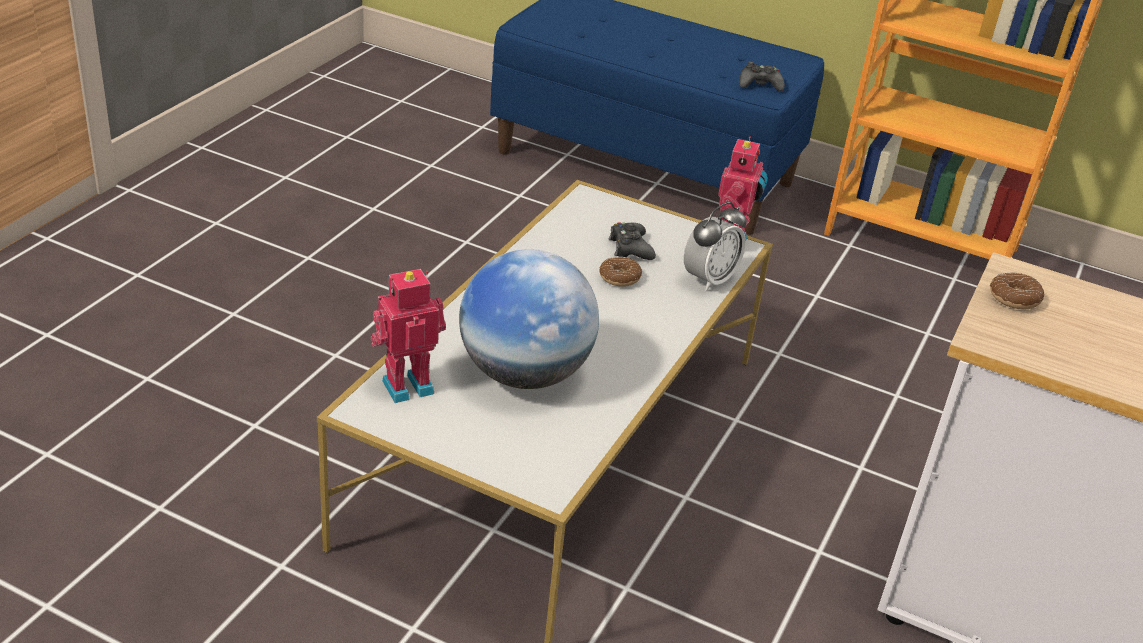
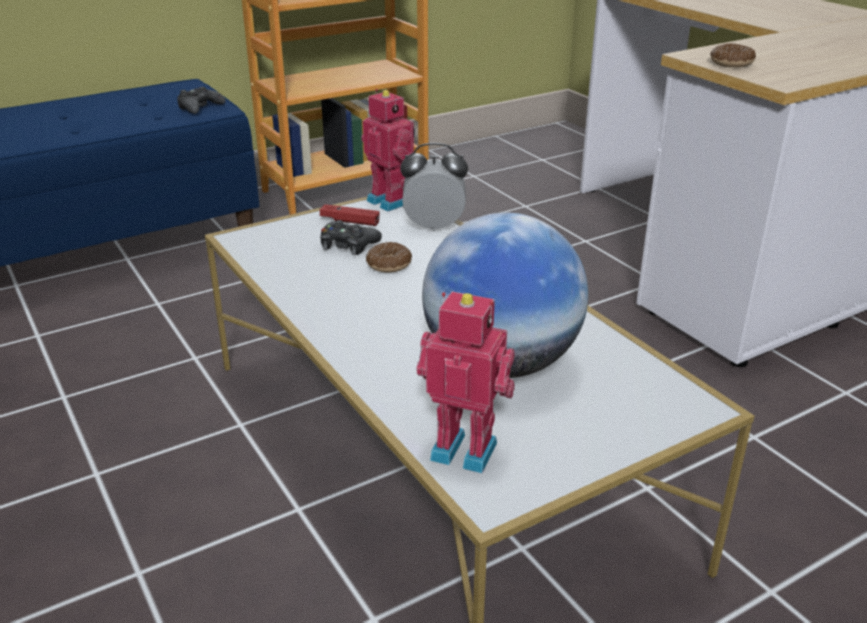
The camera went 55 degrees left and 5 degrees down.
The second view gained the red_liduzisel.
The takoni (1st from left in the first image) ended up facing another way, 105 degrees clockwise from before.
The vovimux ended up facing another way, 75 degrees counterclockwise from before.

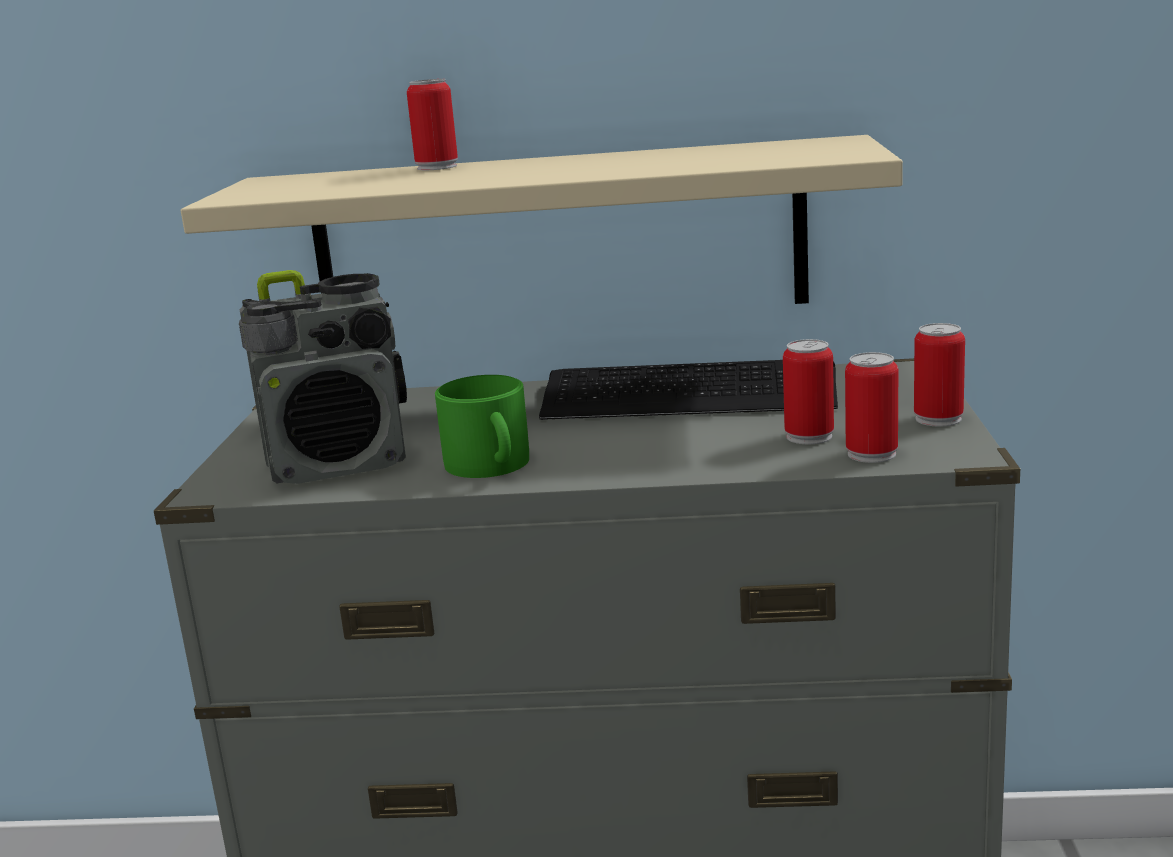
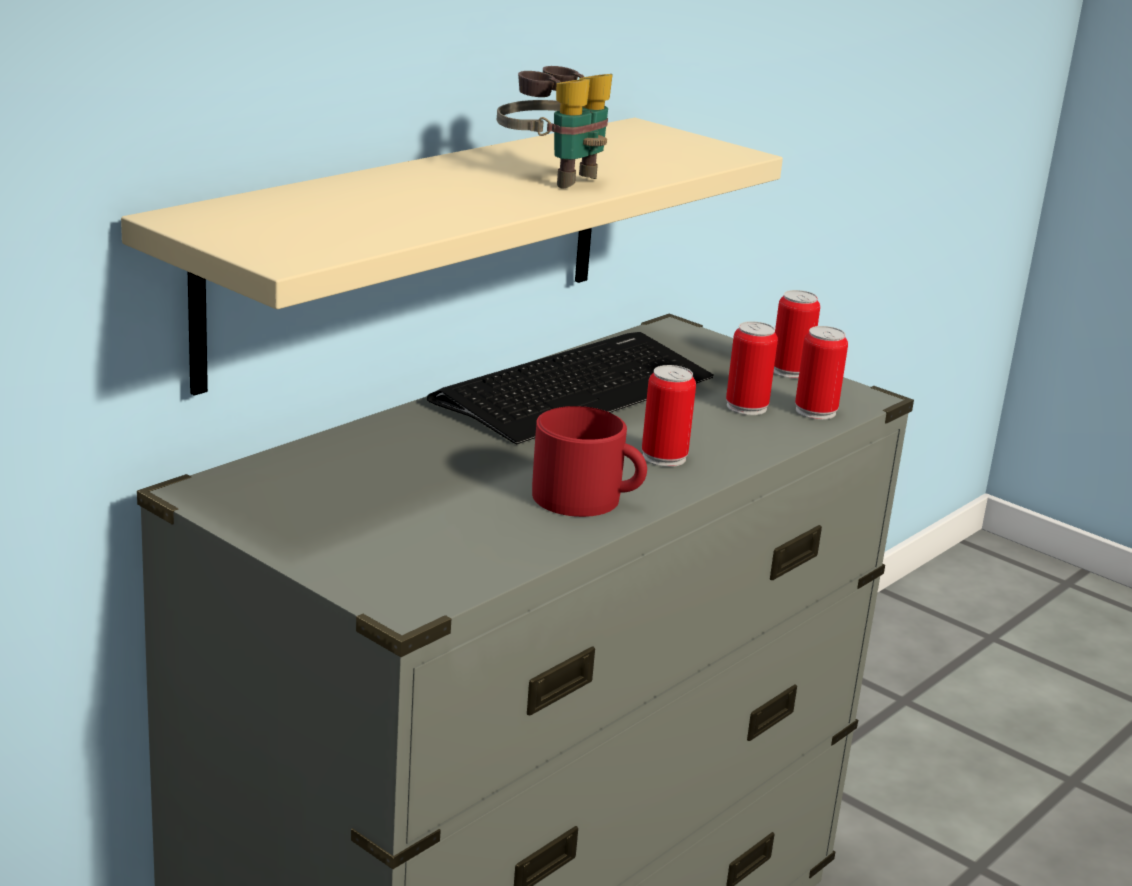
The camera went 55 degrees left and 5 degrees up.
The second view lost the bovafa.
The second view gained the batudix.
The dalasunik (1st from left) ended up elsewhere.
What was the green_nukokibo turned into the red_nukokibo.

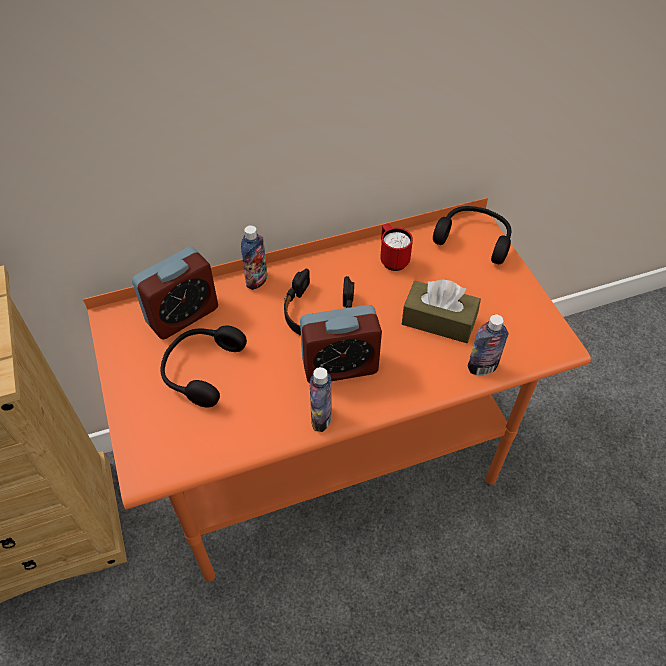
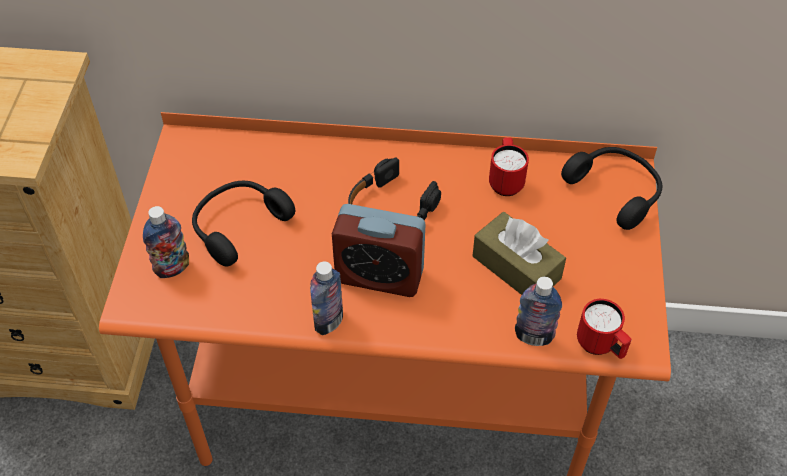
The camera went 25 degrees right and 0 degrees up.
The second view lost the vovimux (1st from left).
The second view gained the red_nukokibo (2nd from left).
The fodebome (1st from left) ended up elsewhere.

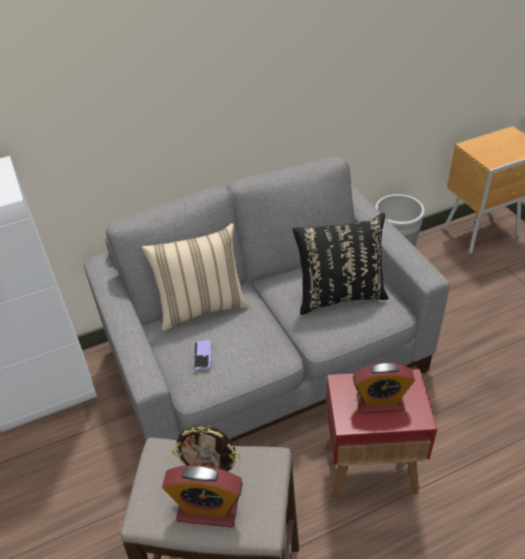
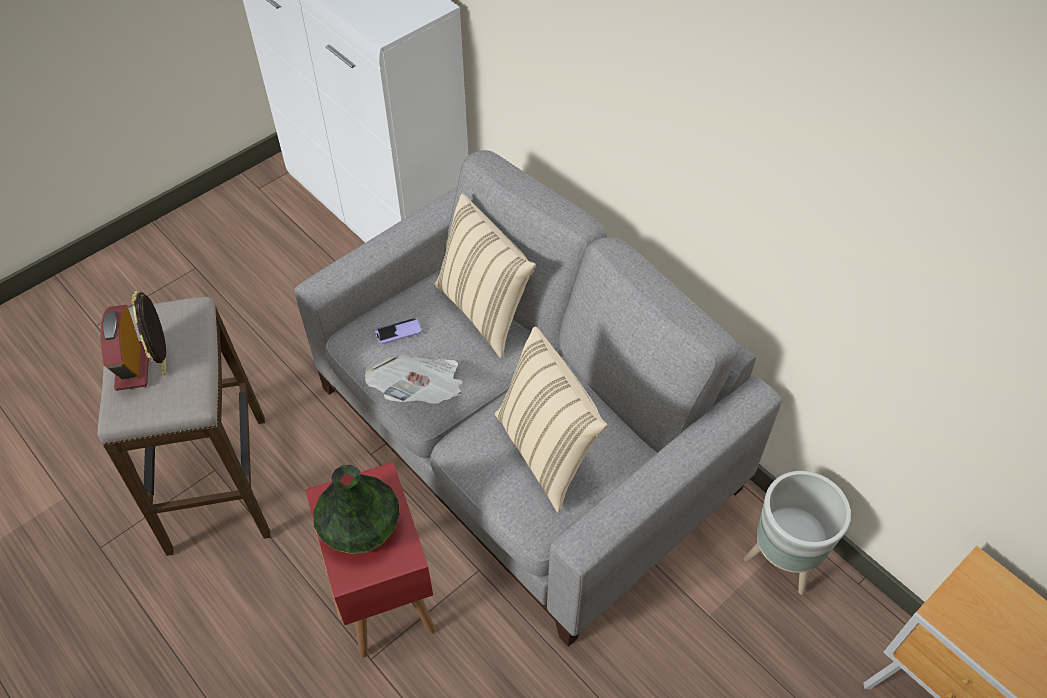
The camera went 70 degrees right and 10 degrees up.
The second view gained the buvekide.
Where the vovimux (2nd from left) stood, the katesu came to stand.
What was the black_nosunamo turned into the beige_nosunamo (2nd from left).

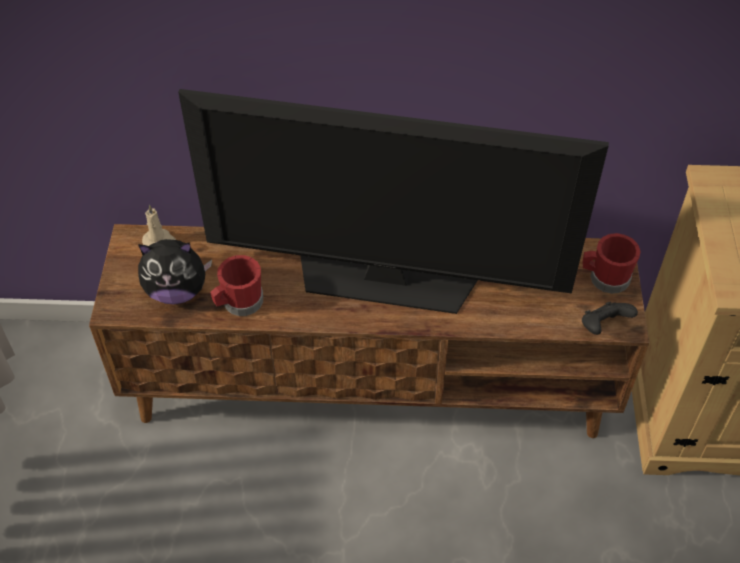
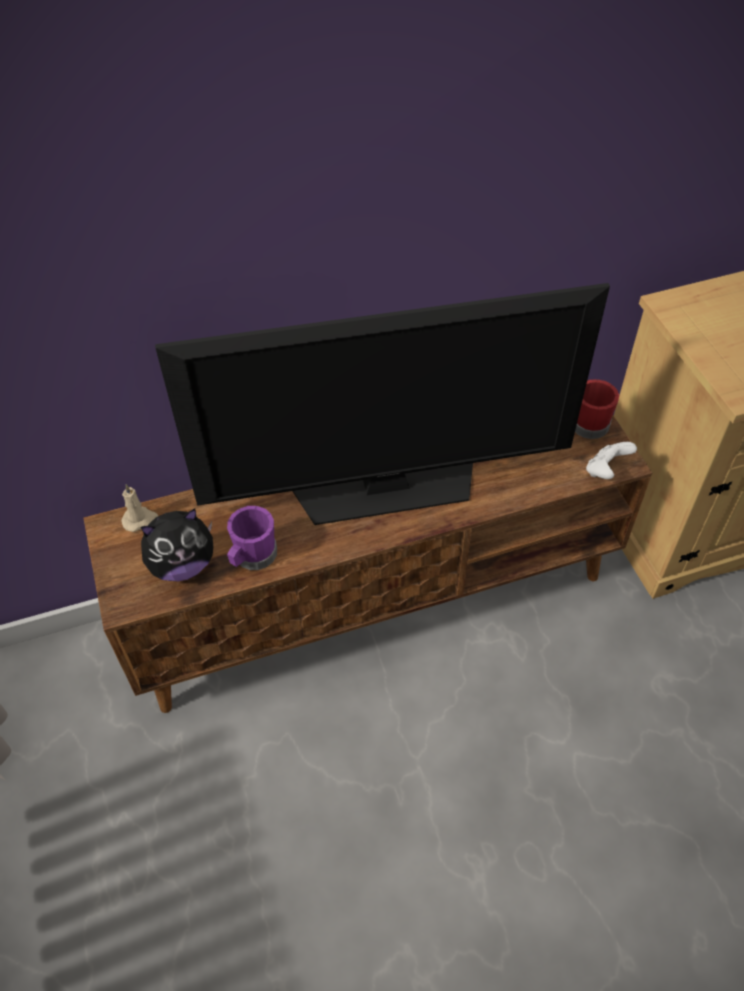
The camera went 20 degrees left and 0 degrees up.
What was the red_nukokibo (1st from left) turned into the purple_nukokibo.
What was the black_liduzisel turned into the white_liduzisel.

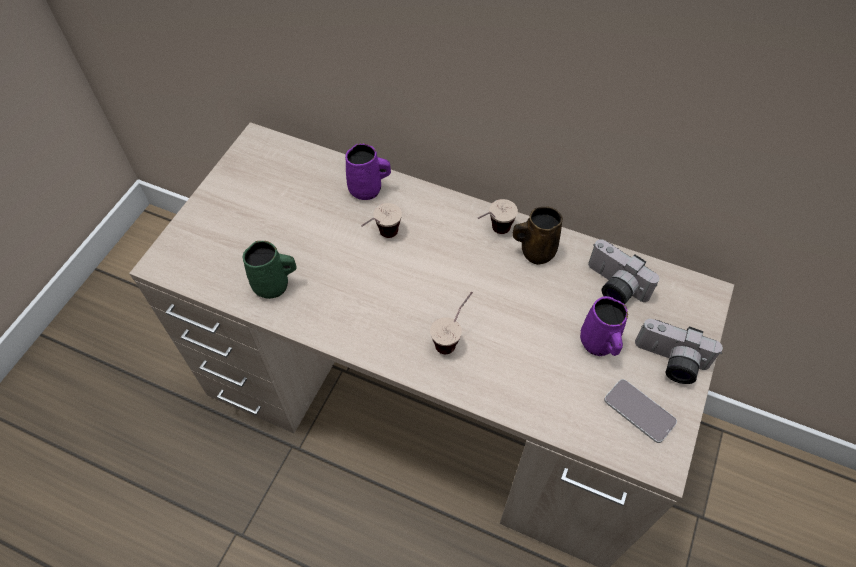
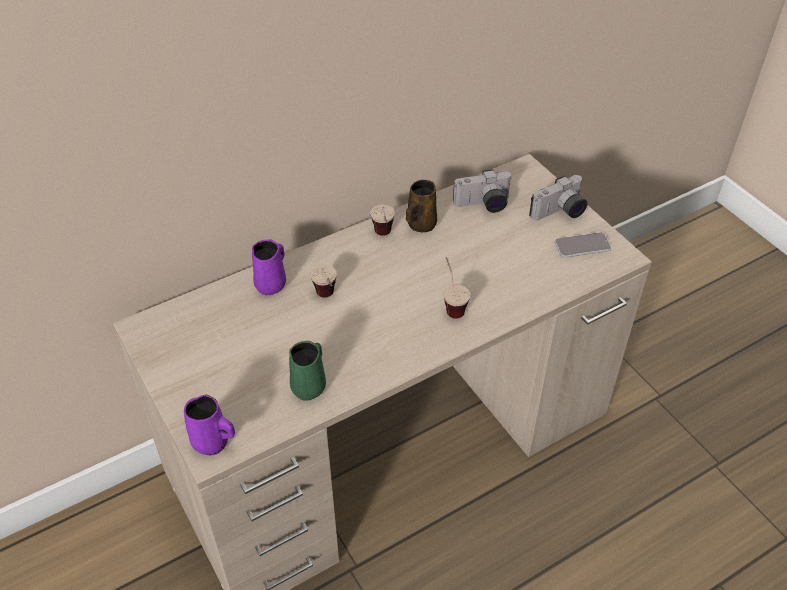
The camera went 55 degrees left and 10 degrees down.
The purple_nukokibo (2nd from left in the first image) ended up elsewhere.

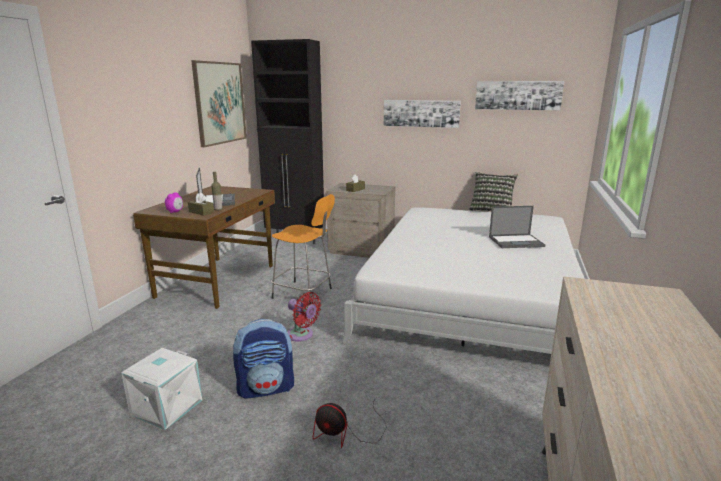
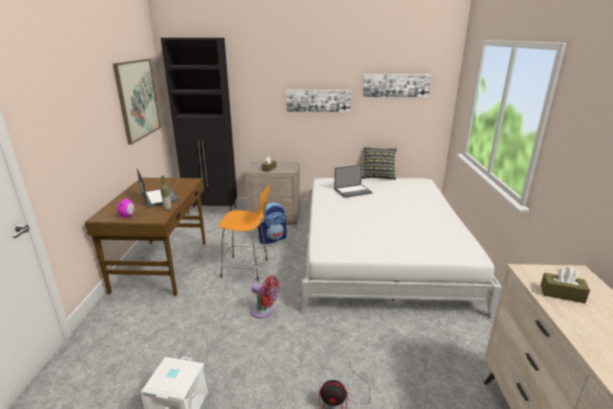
The camera went 15 degrees left and 5 degrees up.
The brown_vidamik (1st from left in the first image) ended up elsewhere.
The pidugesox ended up elsewhere.
The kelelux (2nd from left) ended up elsewhere.

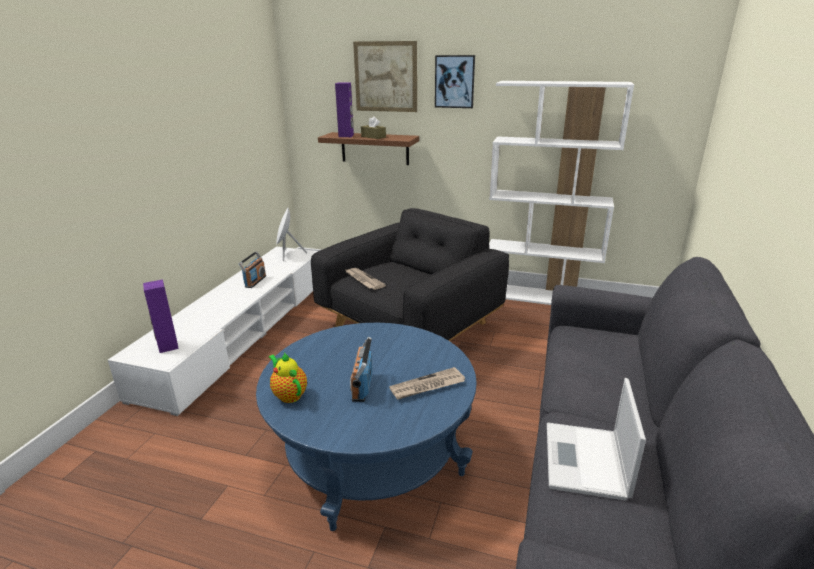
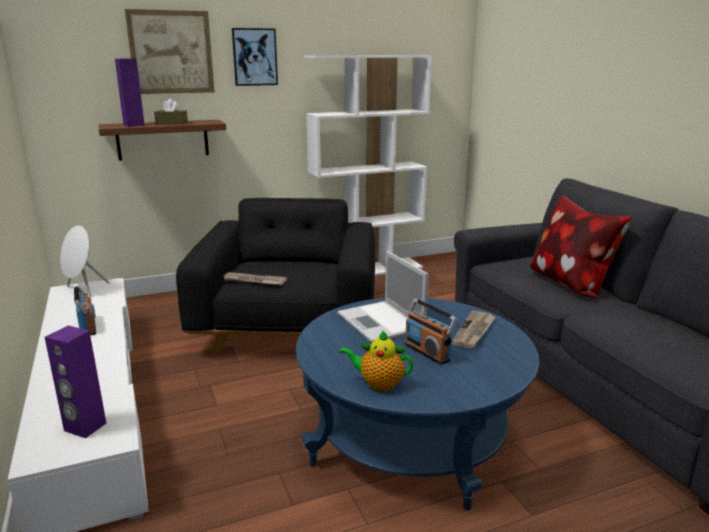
The camera went 40 degrees left and 5 degrees down.
The second view gained the nosunamo.
The kelelux ended up elsewhere.

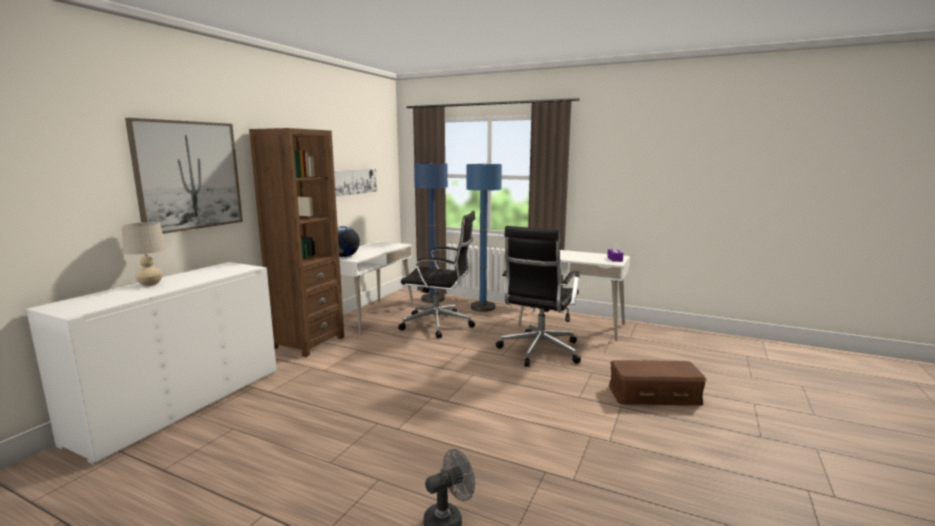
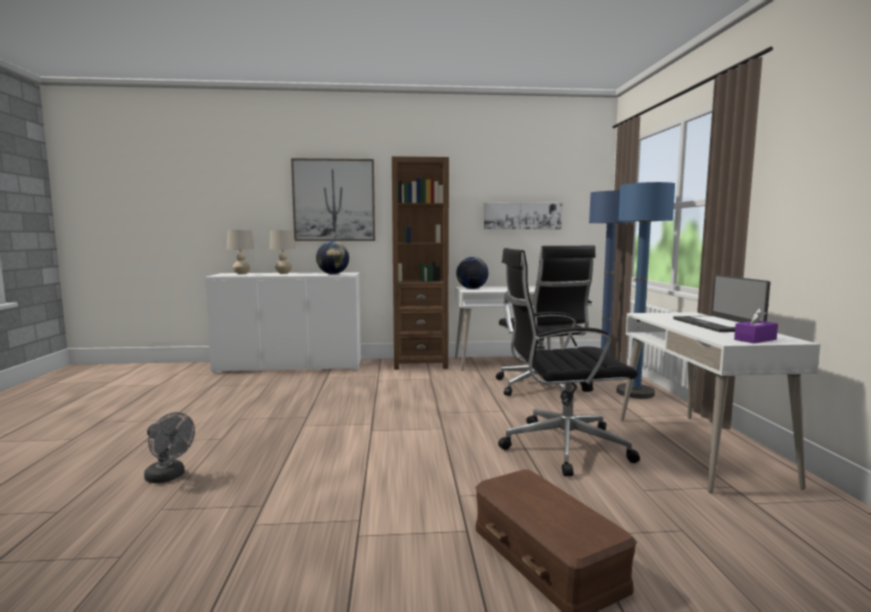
The camera went 60 degrees right and 5 degrees down.
The second view gained the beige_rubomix (1st from left).
The second view gained the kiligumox (1st from left).
The second view gained the kelelux.

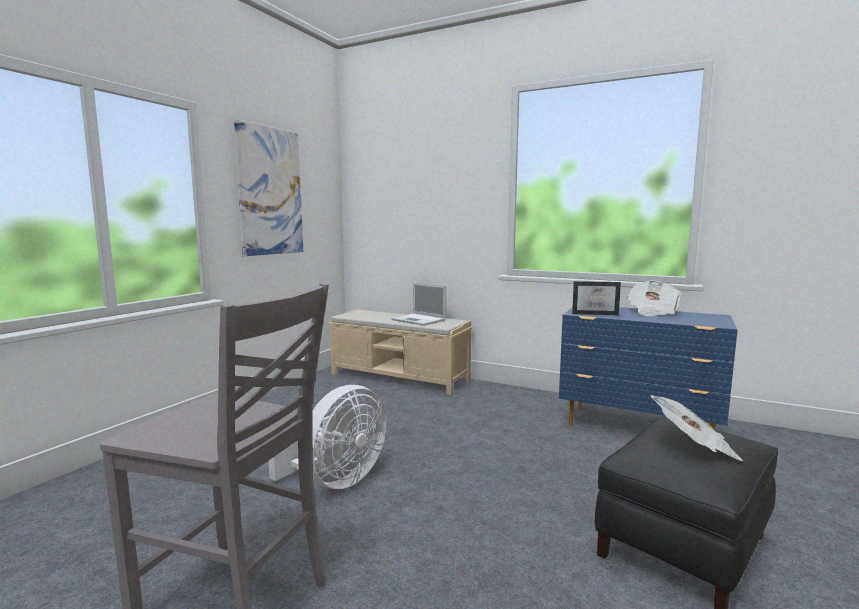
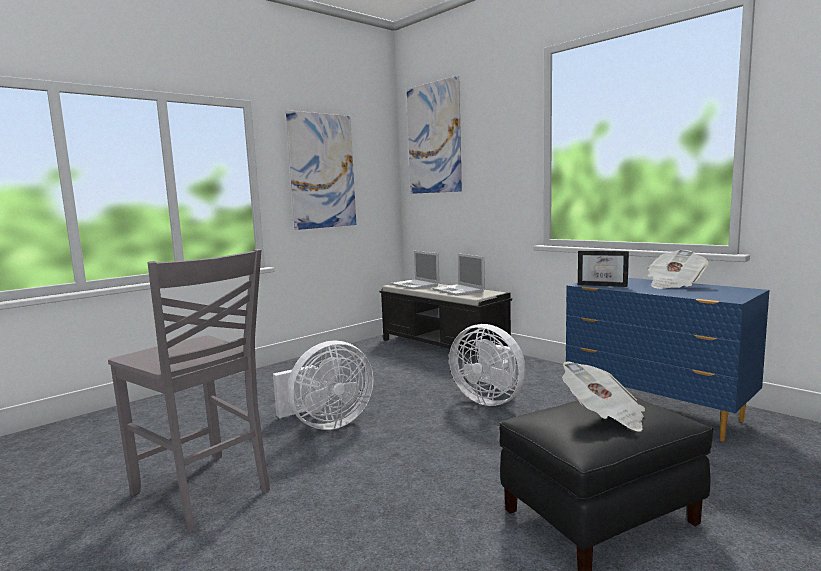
The camera went 20 degrees right and 0 degrees up.
The second view gained the kelelux (1st from left).
The second view gained the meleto (2nd from left).
The second view gained the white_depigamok (2nd from left).
What was the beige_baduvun turned into the black_baduvun.

